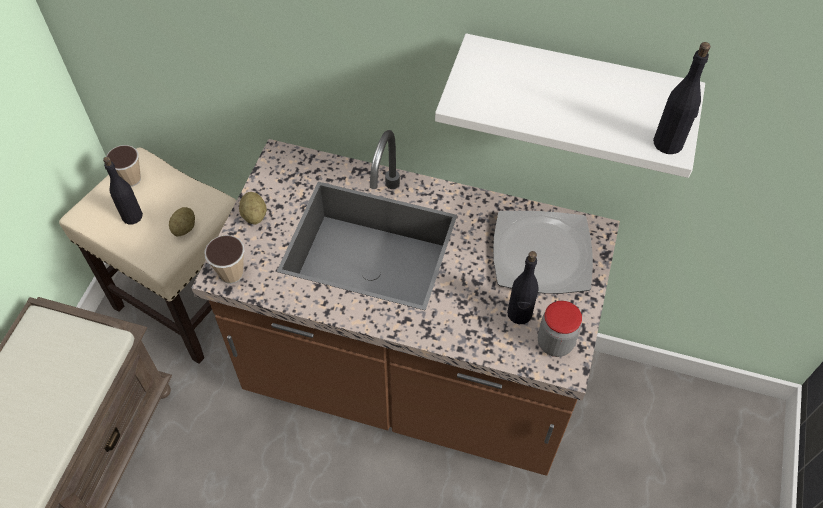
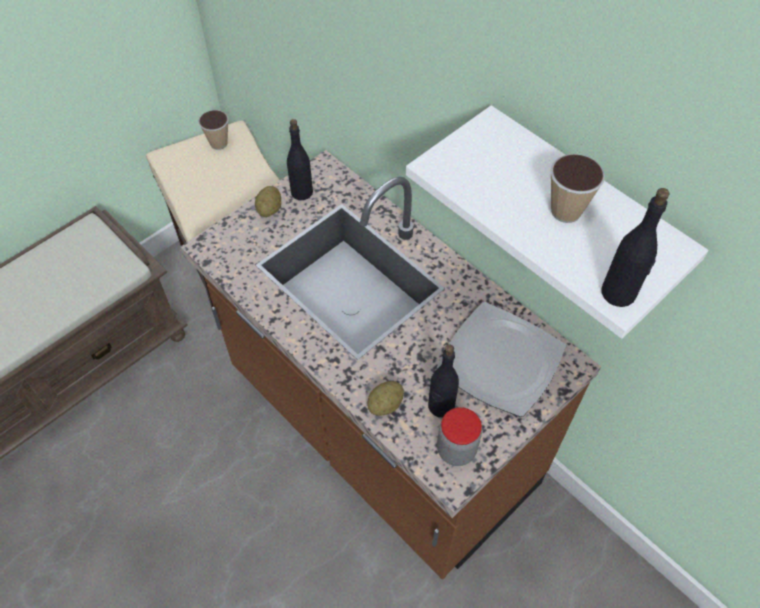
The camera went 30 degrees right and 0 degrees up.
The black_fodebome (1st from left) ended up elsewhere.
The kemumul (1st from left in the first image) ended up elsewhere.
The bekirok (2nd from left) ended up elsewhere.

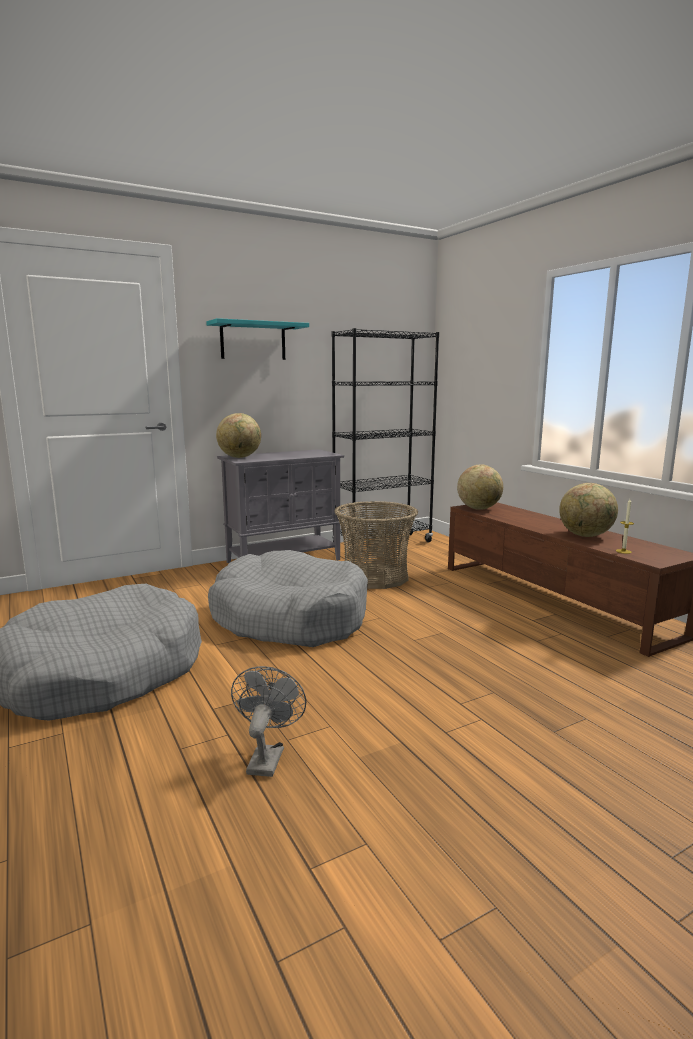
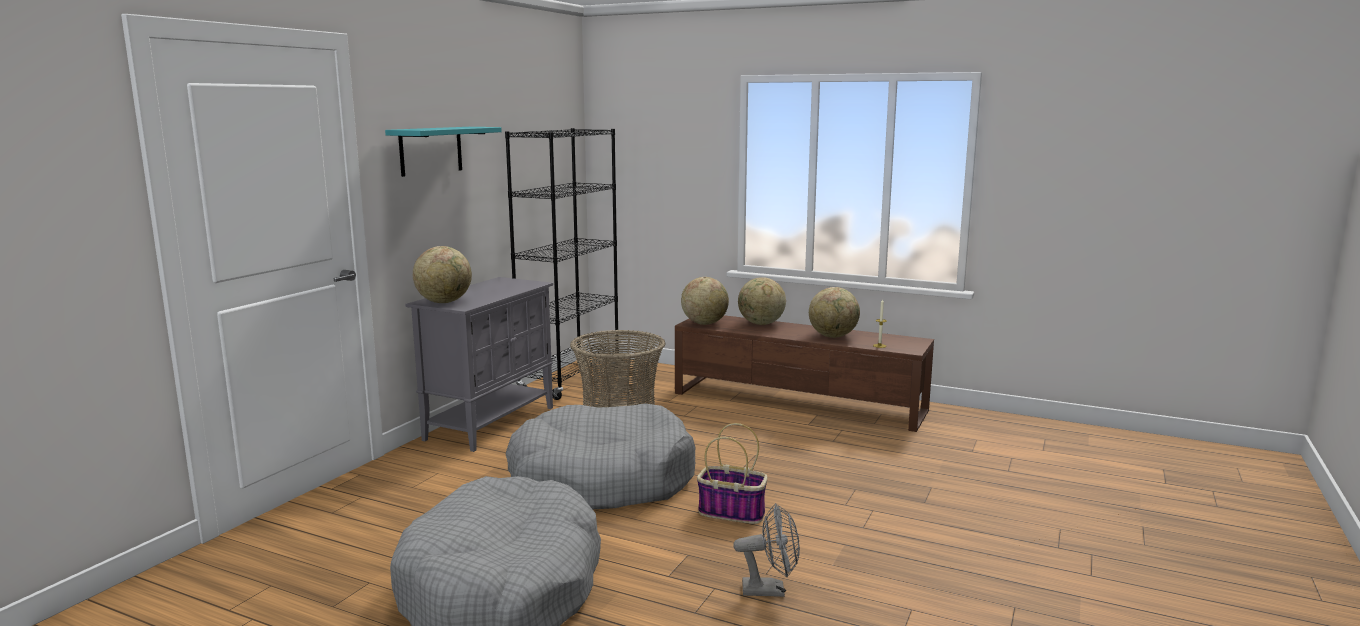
The camera went 35 degrees left and 0 degrees up.
The second view gained the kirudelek (2nd from left).
The second view gained the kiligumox (3rd from left).
The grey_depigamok ended up facing another way, 120 degrees clockwise from before.

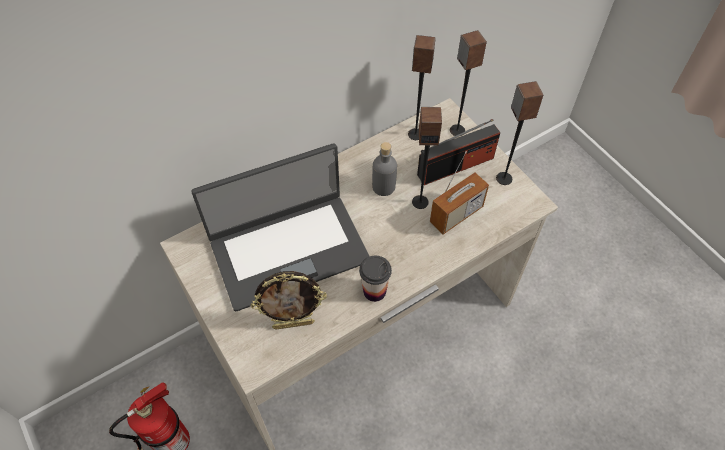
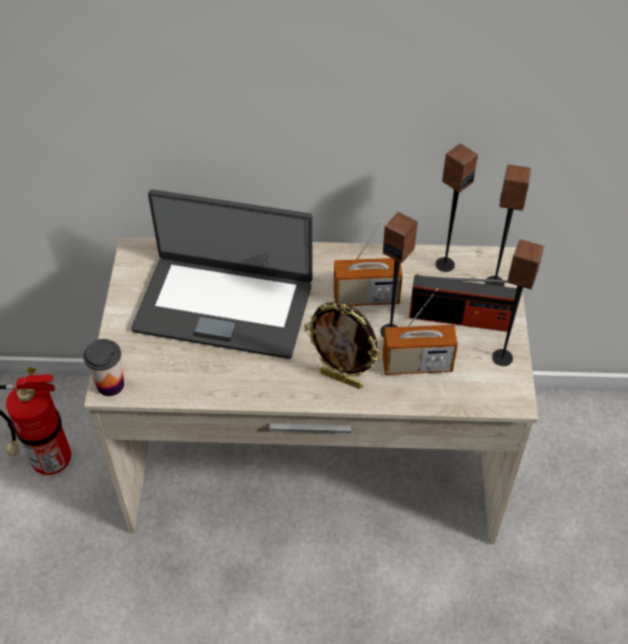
The camera went 35 degrees right and 5 degrees down.
The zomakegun ended up elsewhere.
The bekirok ended up elsewhere.
Where the grey_fodebome stood, the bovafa (1st from left) came to stand.

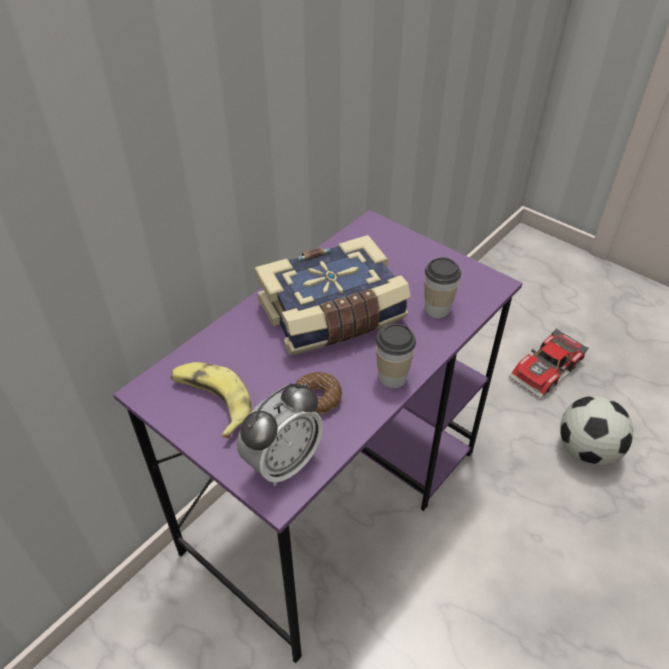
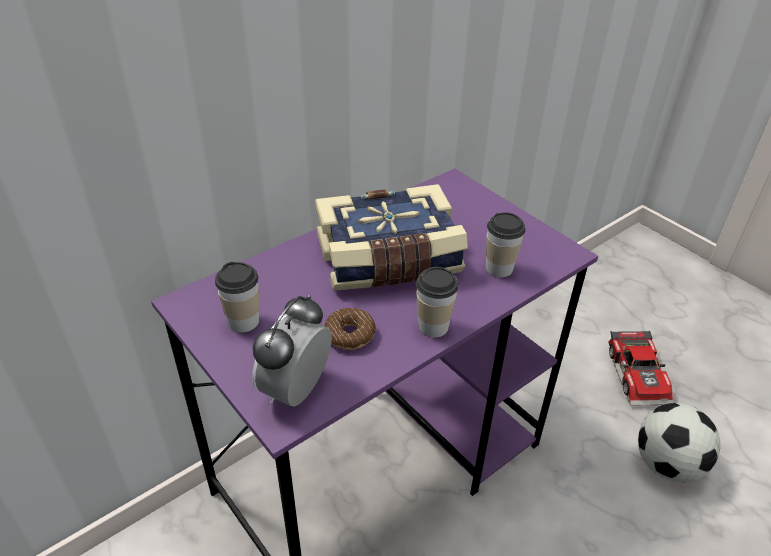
The camera went 10 degrees right and 5 degrees down.
Where the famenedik stood, the bekirok (1st from left) came to stand.
The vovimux ended up facing another way, 150 degrees clockwise from before.
The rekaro ended up facing another way, 60 degrees counterclockwise from before.

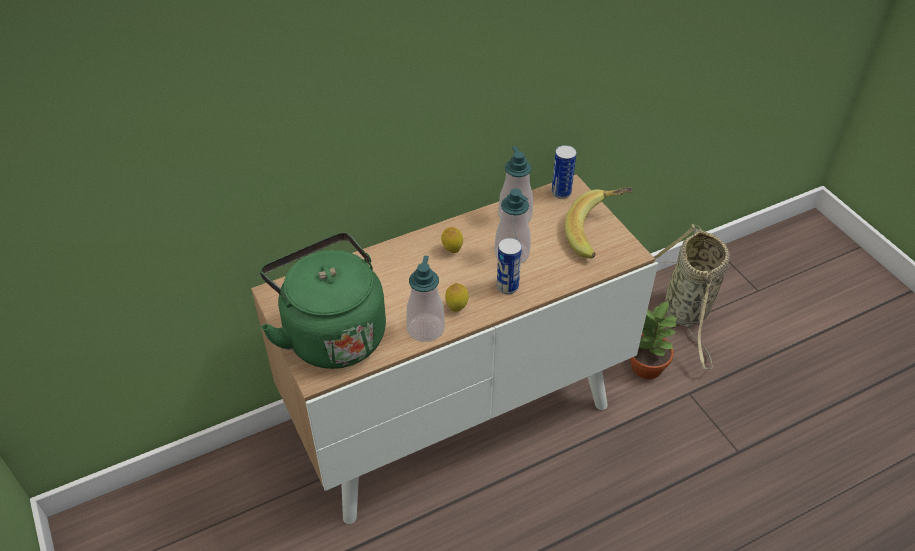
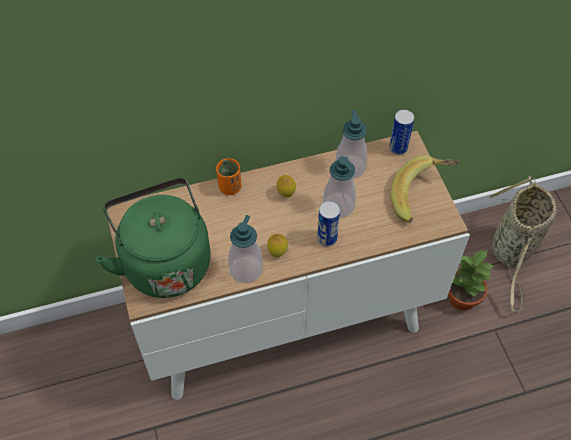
The camera went 10 degrees right and 10 degrees up.
The second view gained the orange_bekirok.

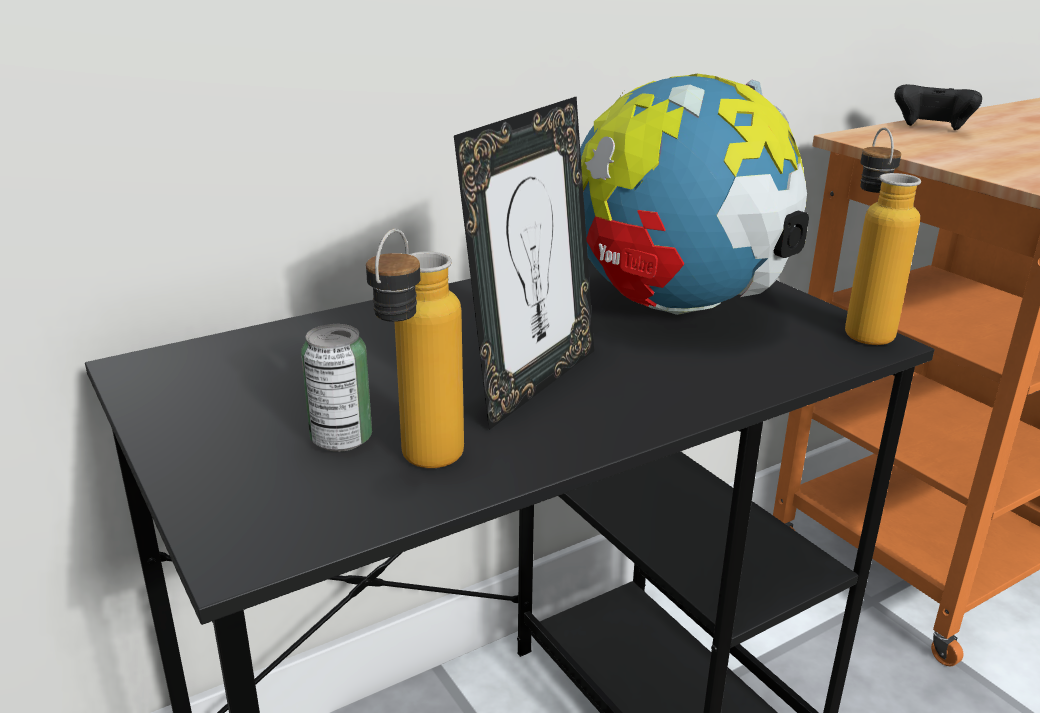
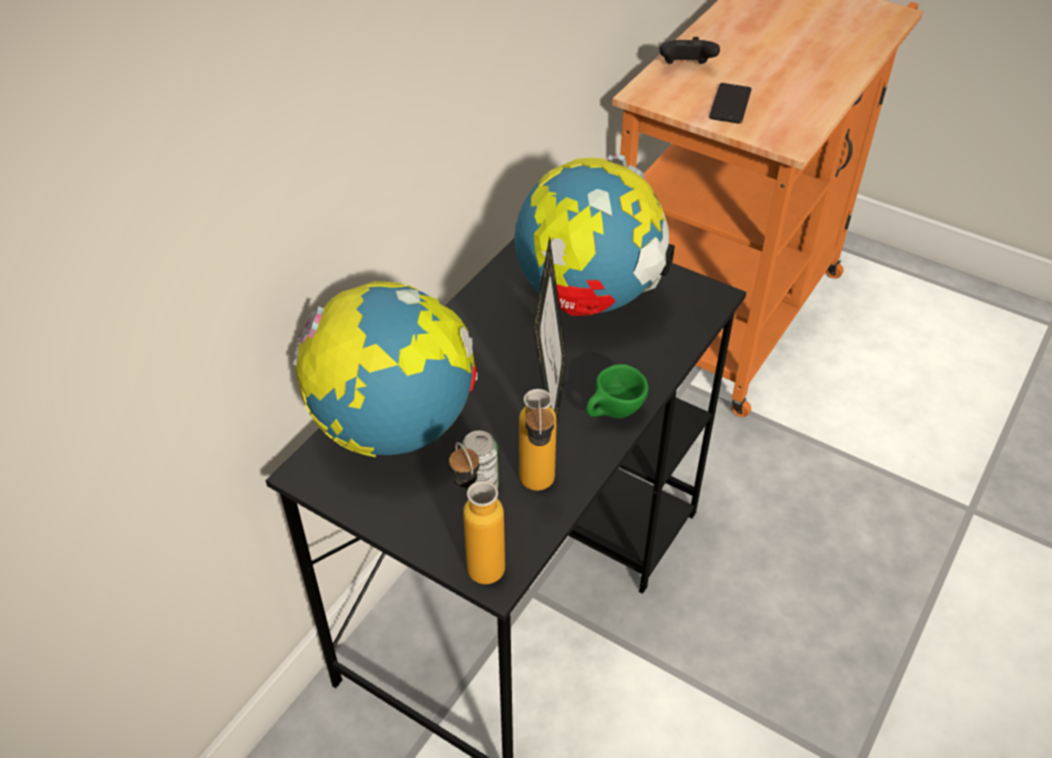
The camera went 25 degrees left and 20 degrees up.
The second view gained the kiligumox (1st from left).
The second view gained the green_bekirok.
The second view gained the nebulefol.
The fodebome (2nd from left in the first image) ended up elsewhere.

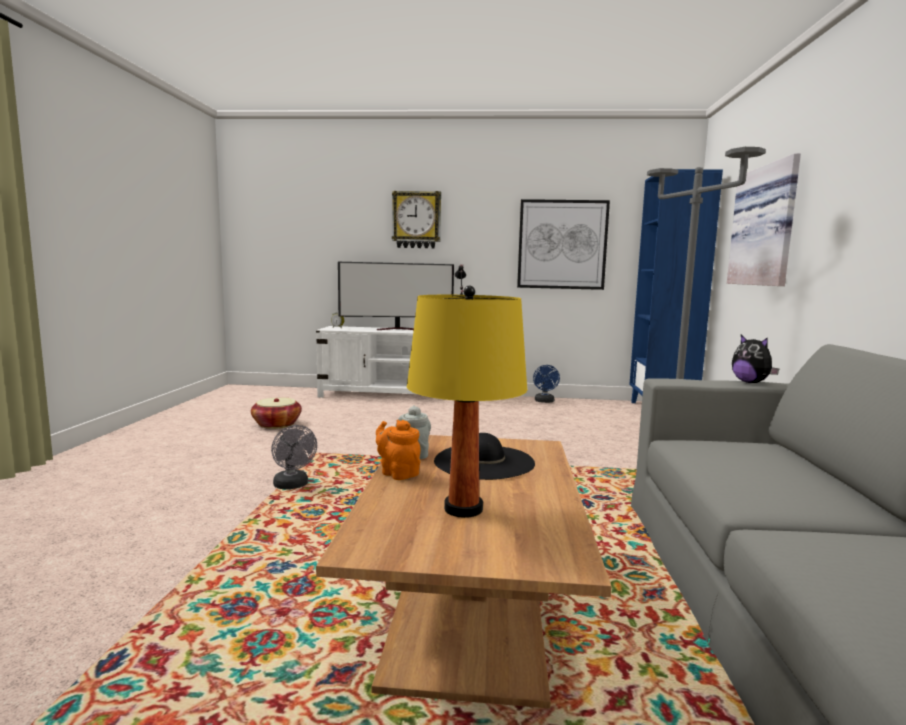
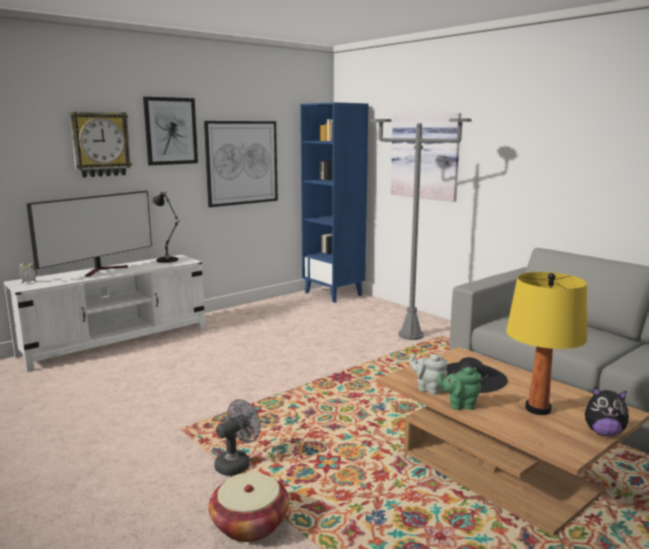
The camera went 45 degrees left and 5 degrees up.
The second view lost the blue_depigamok.
The second view gained the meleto (1st from left).
The kirudelek ended up elsewhere.
The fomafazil ended up elsewhere.
What was the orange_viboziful turned into the green_viboziful.
The grey_depigamok ended up facing another way, 60 degrees counterclockwise from before.

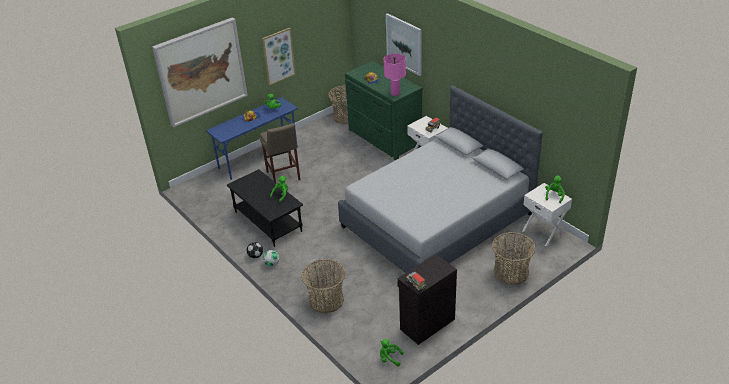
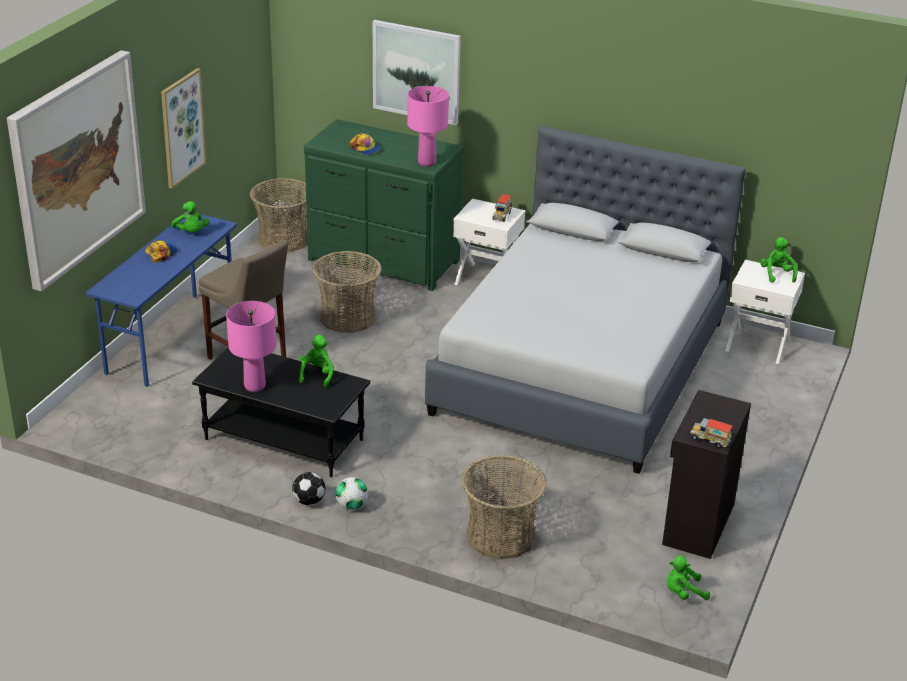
The camera went 30 degrees left and 5 degrees down.
The second view gained the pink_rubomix (1st from left).
The kirudelek (3rd from left in the first image) ended up elsewhere.

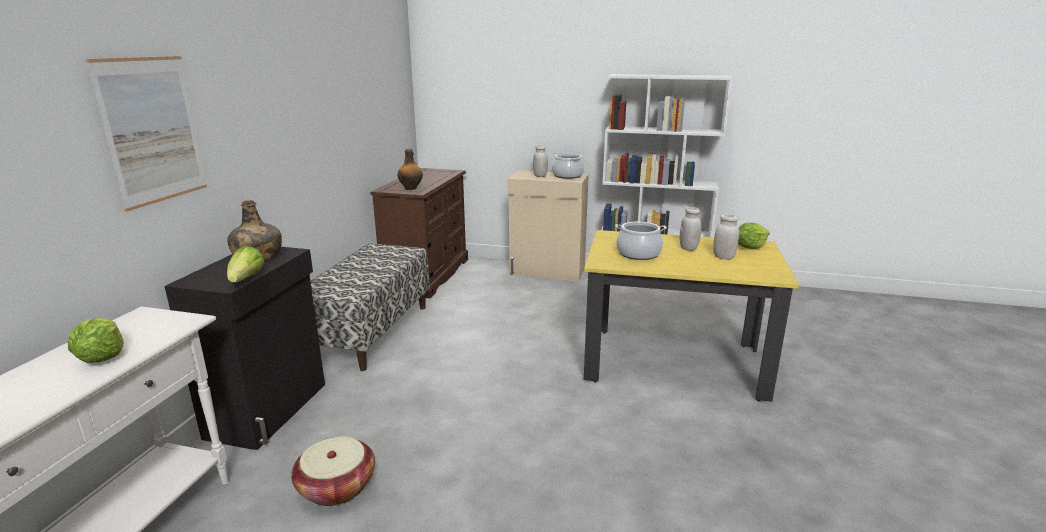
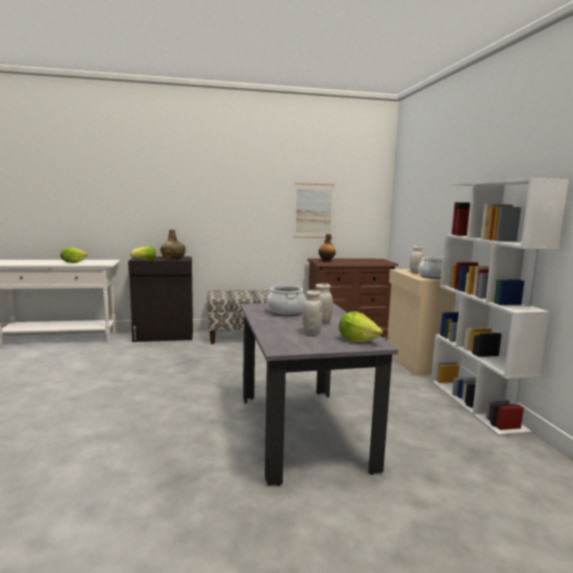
The camera went 65 degrees right and 10 degrees down.
The second view lost the kirudelek.
The meleto ended up elsewhere.
What was the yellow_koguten turned into the grey_koguten.

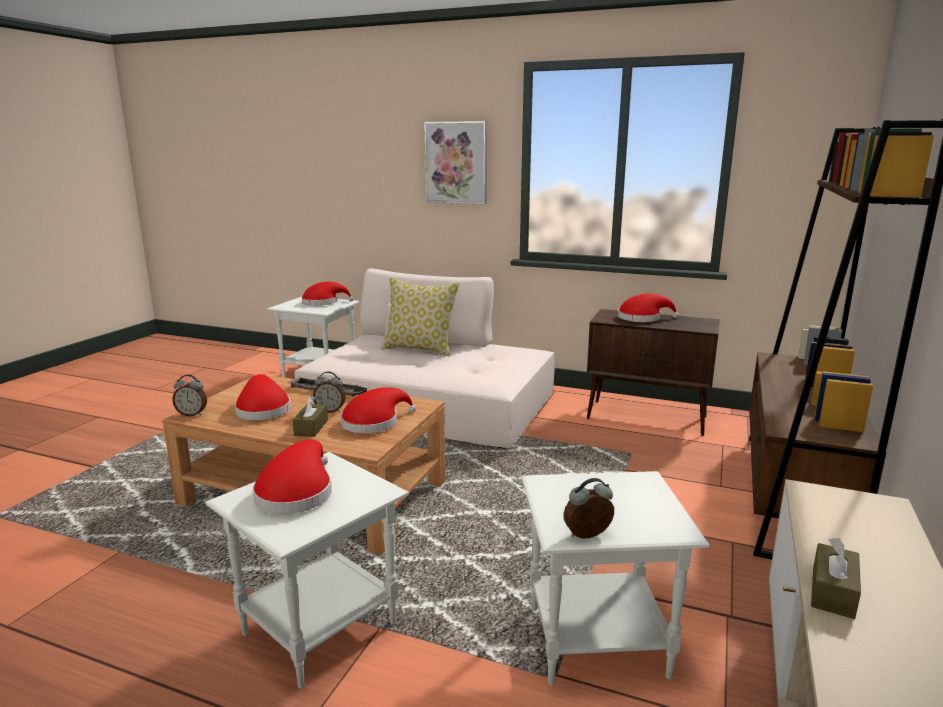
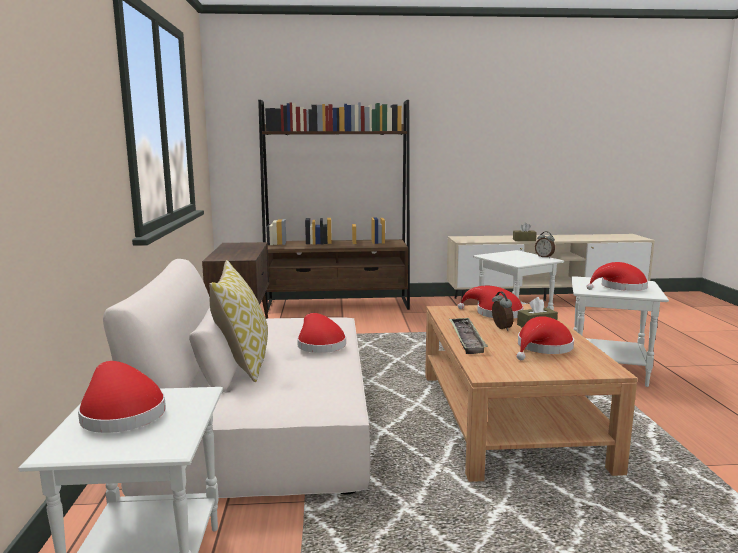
The camera went 115 degrees left and 5 degrees down.
The second view lost the vovimux (1st from left).
The second view lost the meleto.
The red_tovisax (5th from left in the first image) ended up elsewhere.

